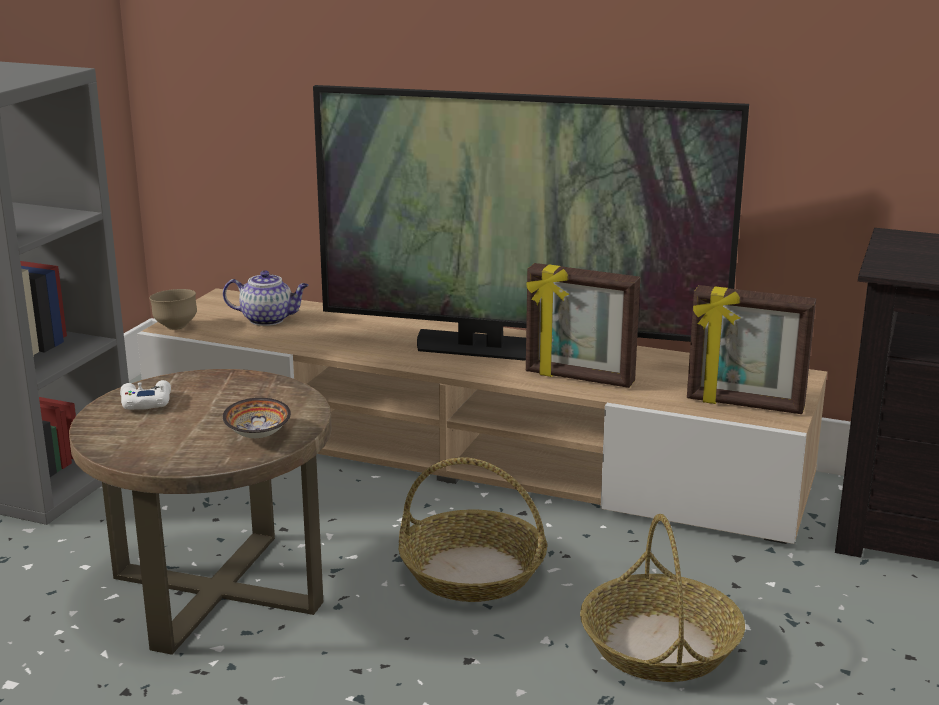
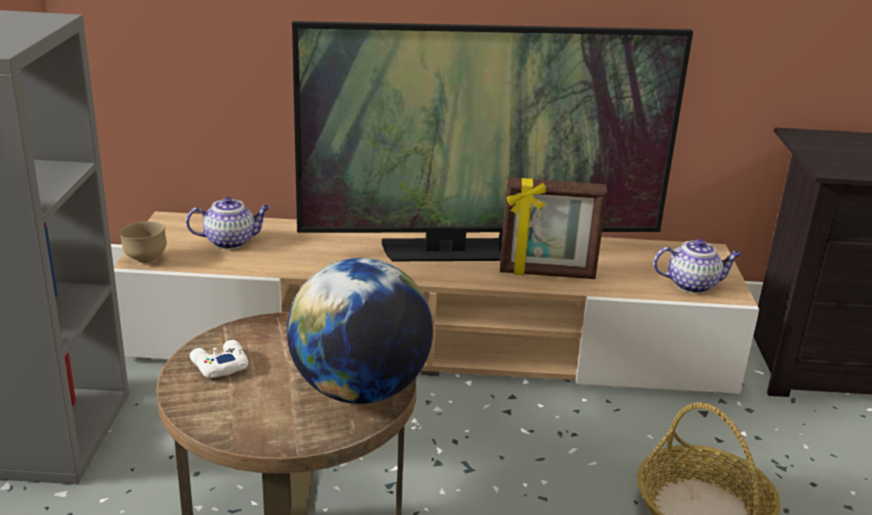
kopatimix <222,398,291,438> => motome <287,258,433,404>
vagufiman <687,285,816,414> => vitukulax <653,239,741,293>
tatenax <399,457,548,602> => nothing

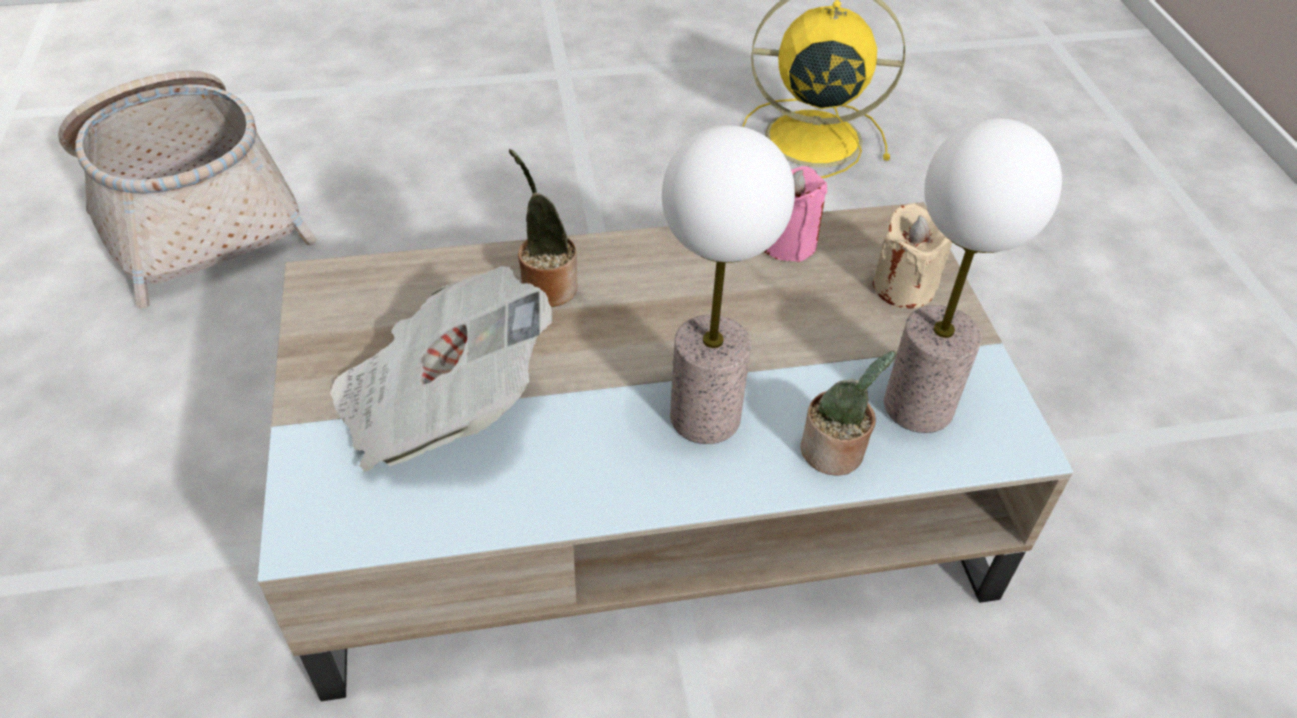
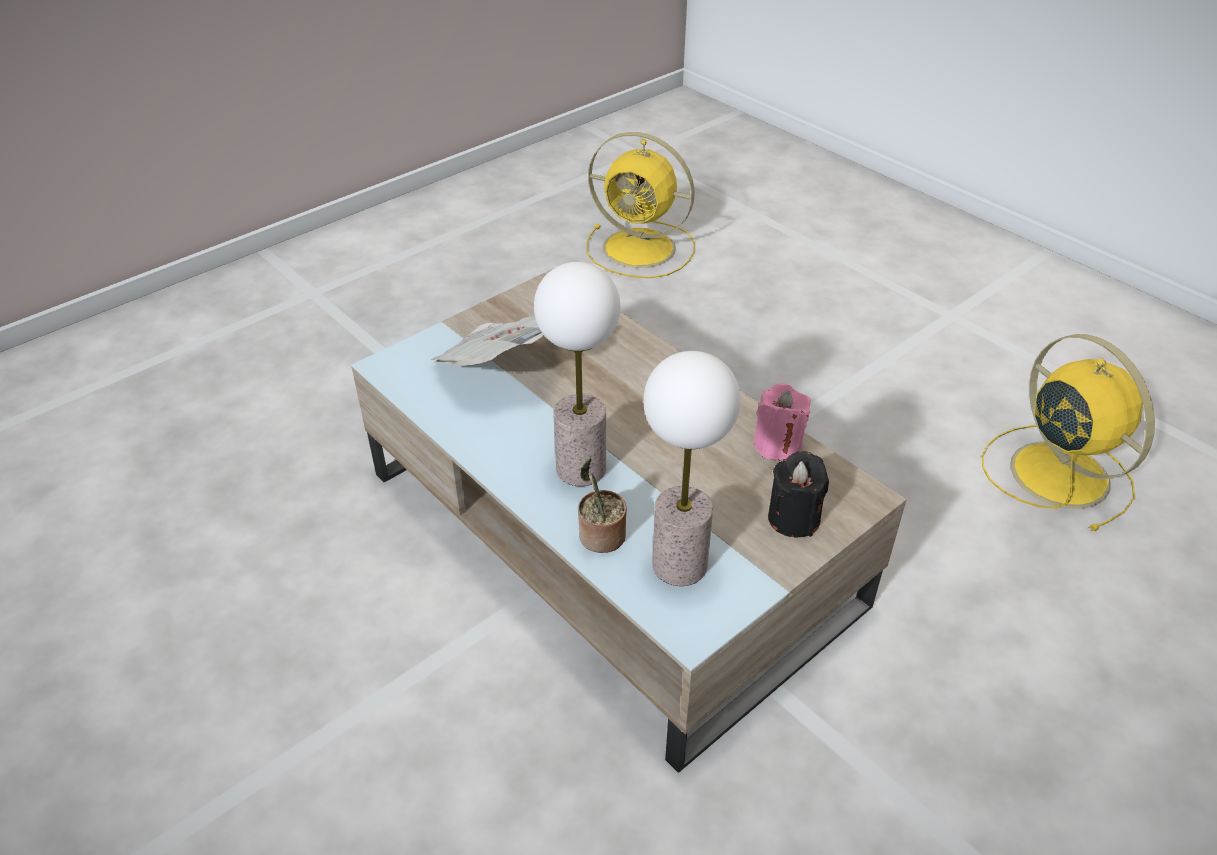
tatenax <58,71,317,308> => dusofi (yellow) <586,132,695,278>
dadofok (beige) <873,203,952,309> => dadofok (black) <768,451,829,537>
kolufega <509,149,578,307> => nothing

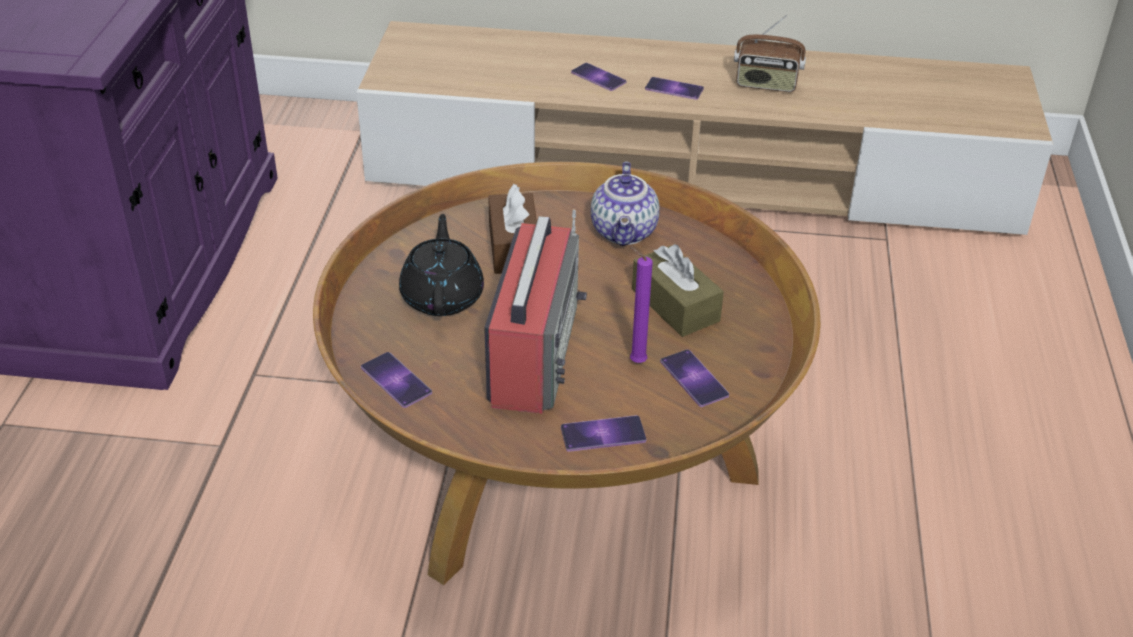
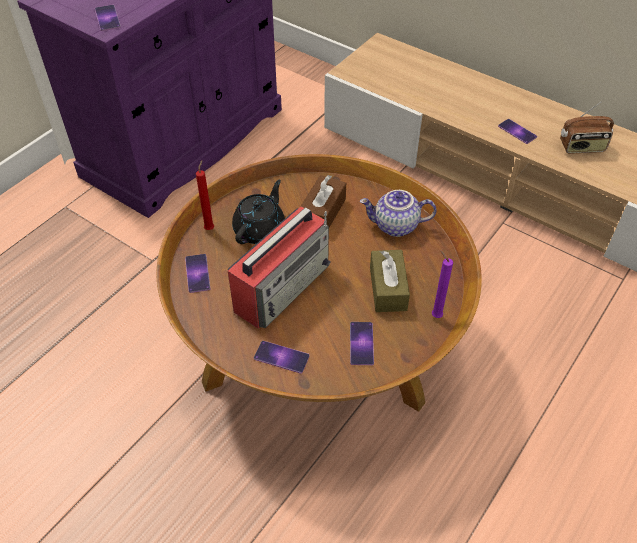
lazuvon <571,63,627,91> => lazuvon <95,5,121,31>, relocated
nothing => dadofok (red) <196,160,214,230>
vitukulax <591,161,660,246> => vitukulax <360,190,437,237>, 60 degrees clockwise
dadofok (purple) <630,247,653,363> => dadofok (purple) <432,250,453,318>, relocated
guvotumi <734,15,806,92> => guvotumi <560,101,614,154>, 45 degrees counterclockwise

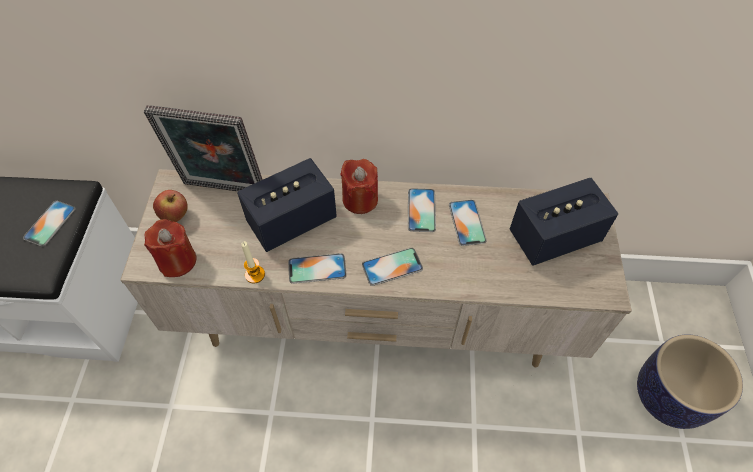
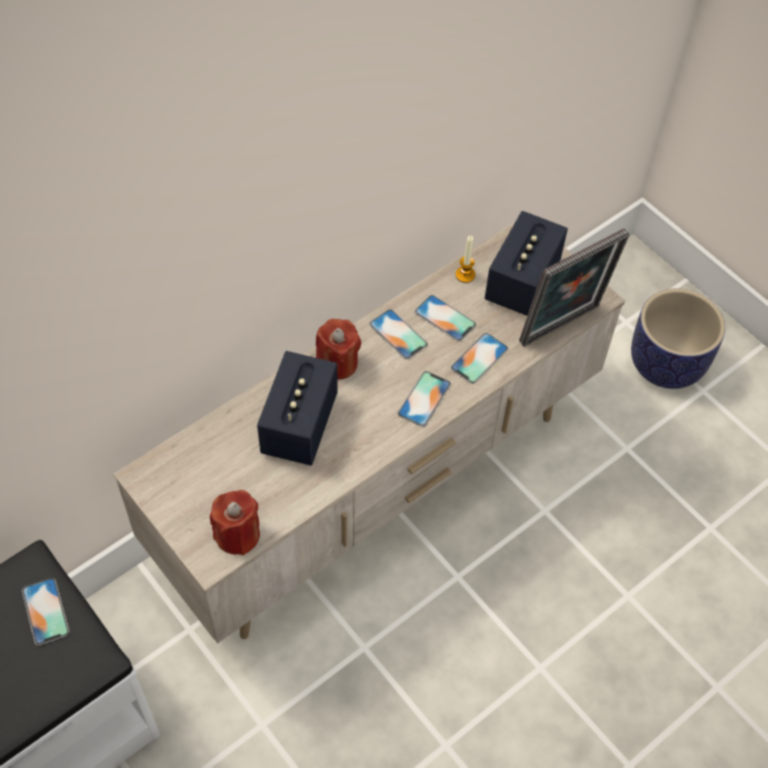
lazuvon <288,253,347,284> => lazuvon <450,333,508,384>, relocated
dadofok <241,241,265,283> => dadofok <456,236,475,283>, relocated
vagufiman <144,105,263,191> => vagufiman <519,228,630,347>, relocated
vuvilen <153,190,188,222> => nothing

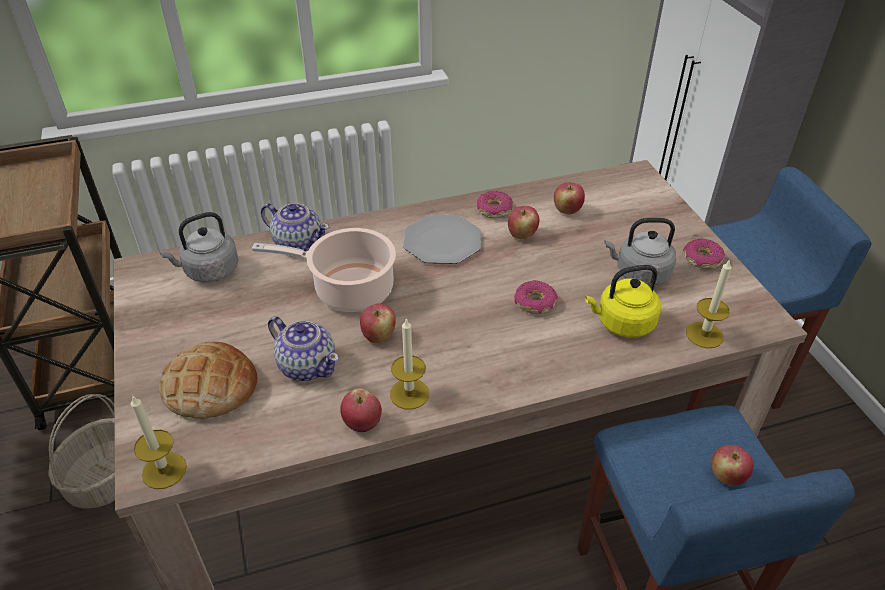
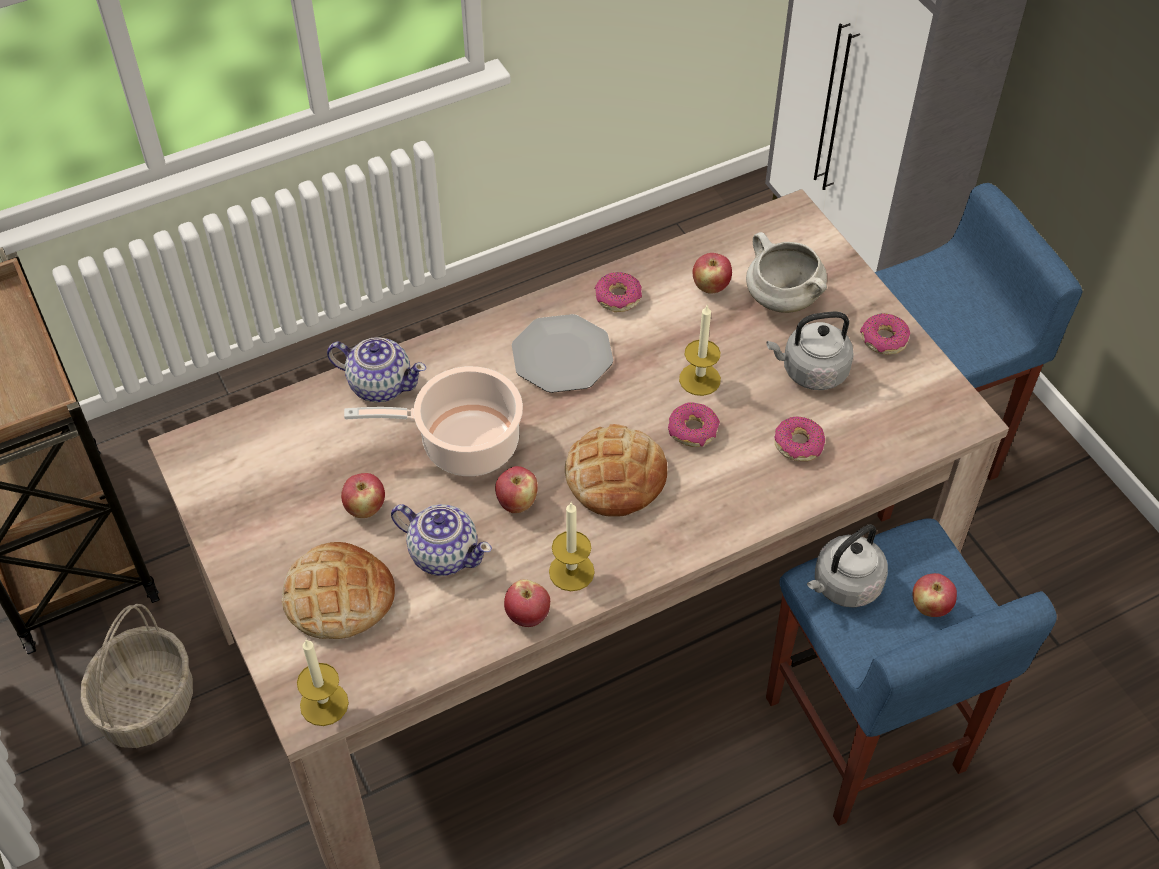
vuvilen <508,206,539,239> => vuvilen <341,473,385,518>, relocated
nothing => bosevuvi <565,424,667,517>
dadofok <686,259,731,348> => dadofok <679,304,721,396>, relocated
nothing => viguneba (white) <746,232,827,313>
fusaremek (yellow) <585,265,661,338> => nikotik <775,416,825,461>
fusaremek (grey) <160,212,239,282> => fusaremek (grey) <807,524,888,608>, relocated

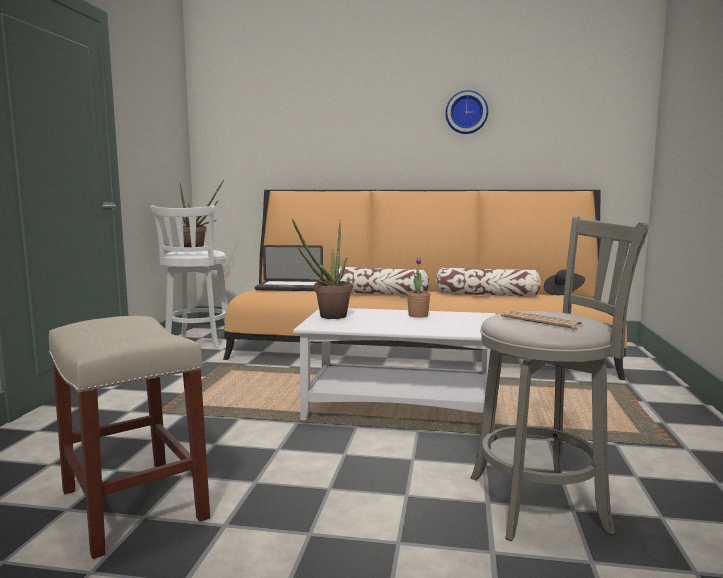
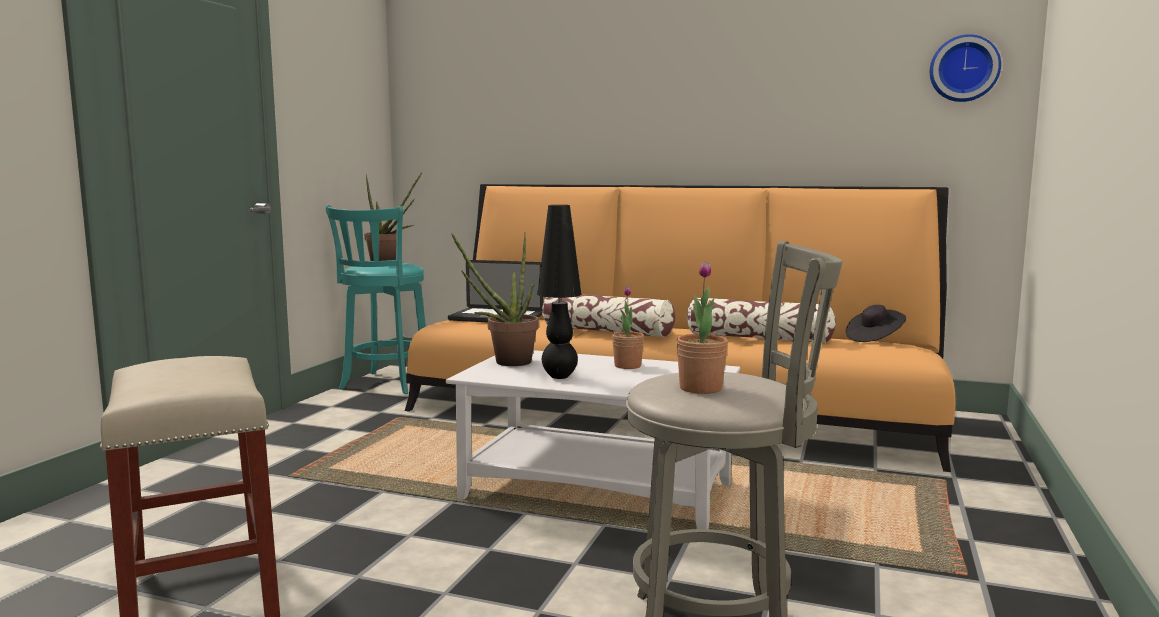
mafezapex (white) <150,205,228,348> => mafezapex (turquoise) <326,205,426,394>
nothing => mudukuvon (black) <537,205,582,379>
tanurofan <501,310,584,329> => kolufega <676,262,728,394>
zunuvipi <445,90,488,134> => zunuvipi <930,34,1001,102>, relocated

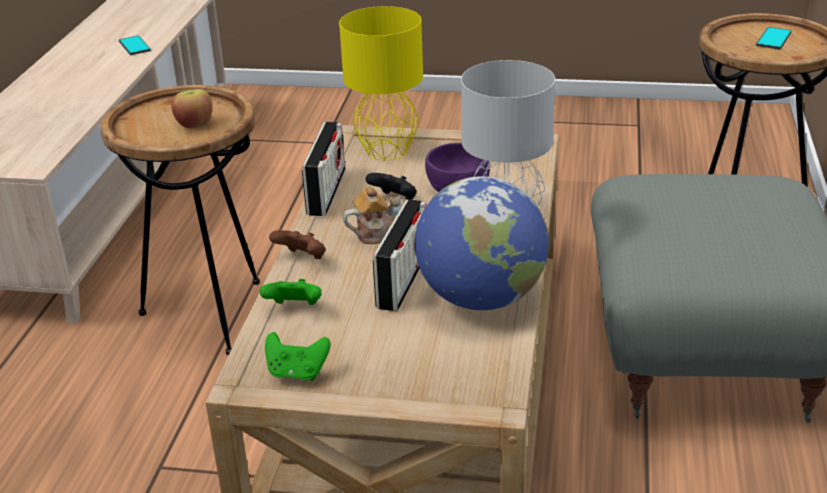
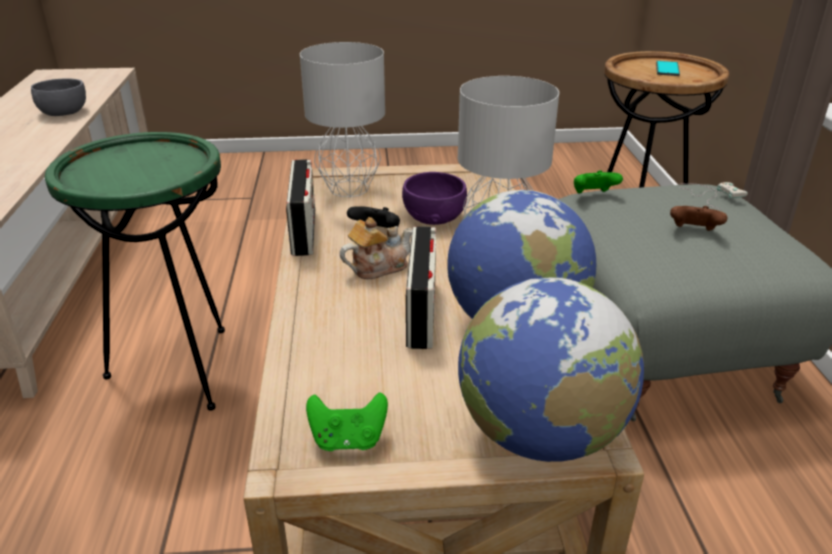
lazuvon <119,35,151,55> => kopatimix (grey) <31,78,86,116>
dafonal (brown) <100,85,260,355> => dafonal (green) <45,132,225,411>
mudukuvon (yellow) <339,6,423,161> => mudukuvon (grey) <300,42,385,197>
nothing => motome <458,278,644,462>
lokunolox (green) <260,279,322,305> => lokunolox (green) <574,170,623,193>, relocated
lokunolox (brown) <269,230,326,259> => lokunolox (brown) <670,206,728,231>, relocated
nothing => lokunolox (white) <677,182,748,209>
vuvilen <172,89,213,129> => nothing

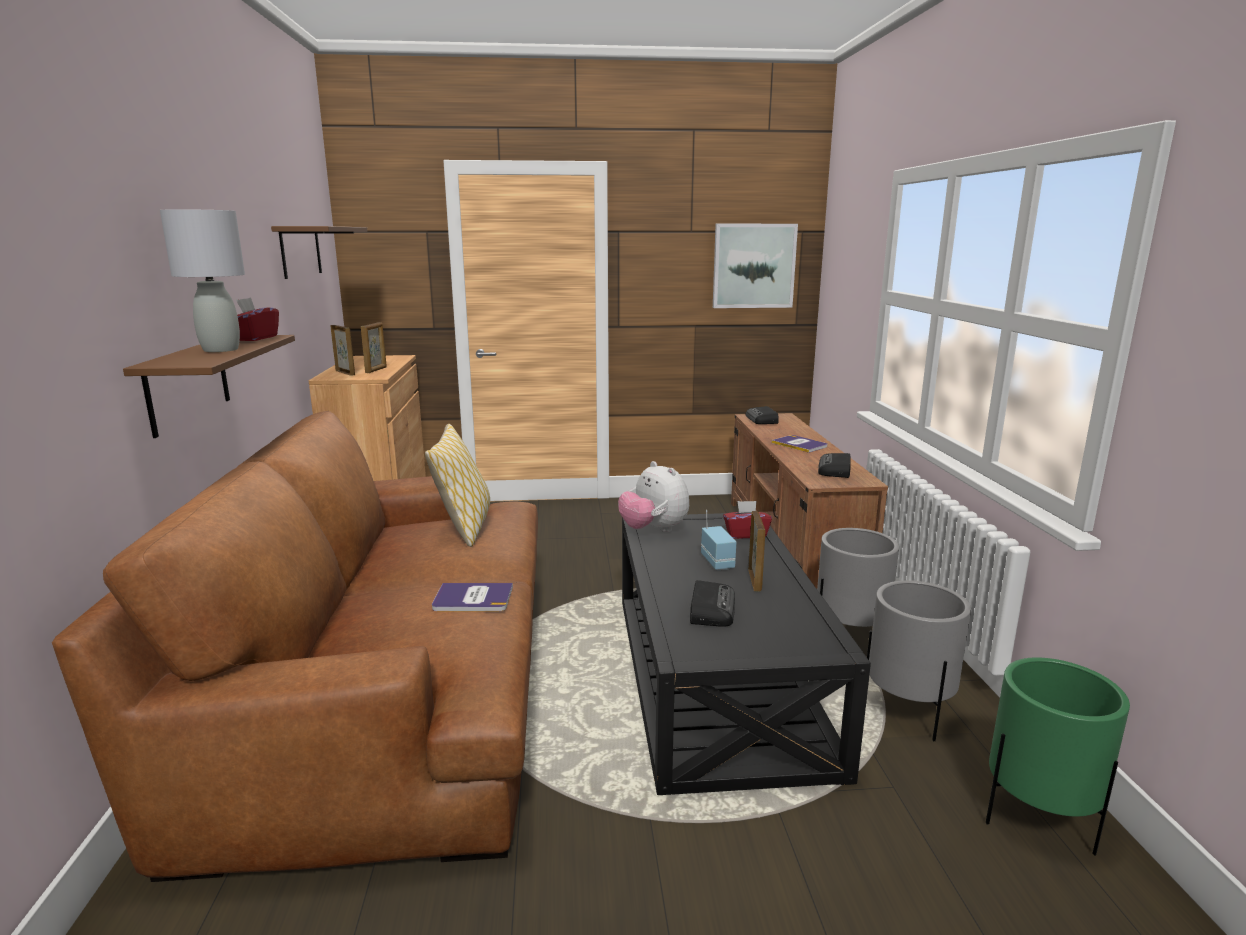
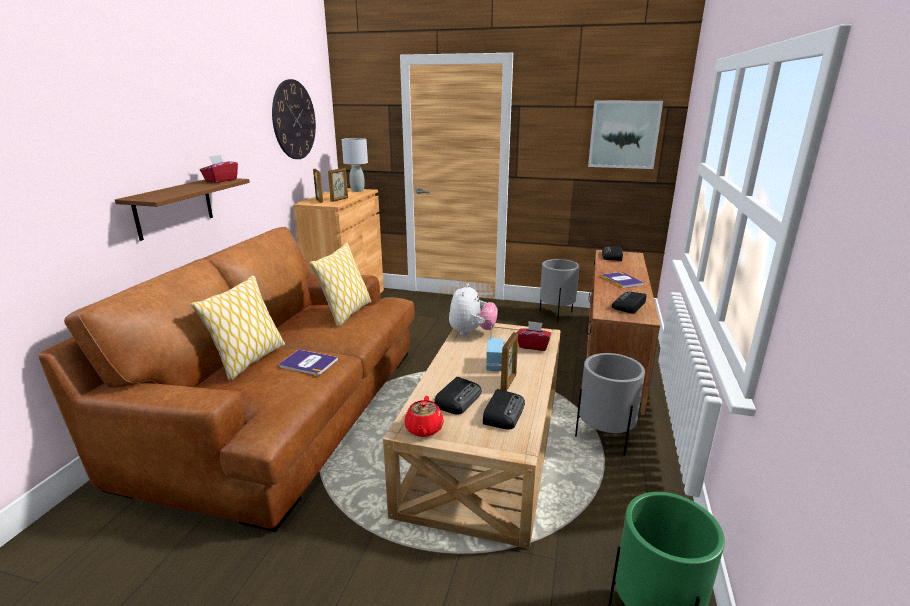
nothing => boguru <191,275,285,381>
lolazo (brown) <271,226,368,279> => zunuvipi <272,79,316,159>
mudukuvon (grey) <160,209,245,352> => mudukuvon (grey) <341,138,368,192>, relocated
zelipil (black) <622,513,871,795> => zelipil (beige) <383,323,560,549>
nothing => vitukulax (red) <404,396,444,437>
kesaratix <618,461,689,532> => kesaratix <449,283,498,336>, 150 degrees counterclockwise
nothing => guvotumi <483,389,525,429>
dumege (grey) <867,580,971,741> => dumege (grey) <540,259,579,323>, relocated

